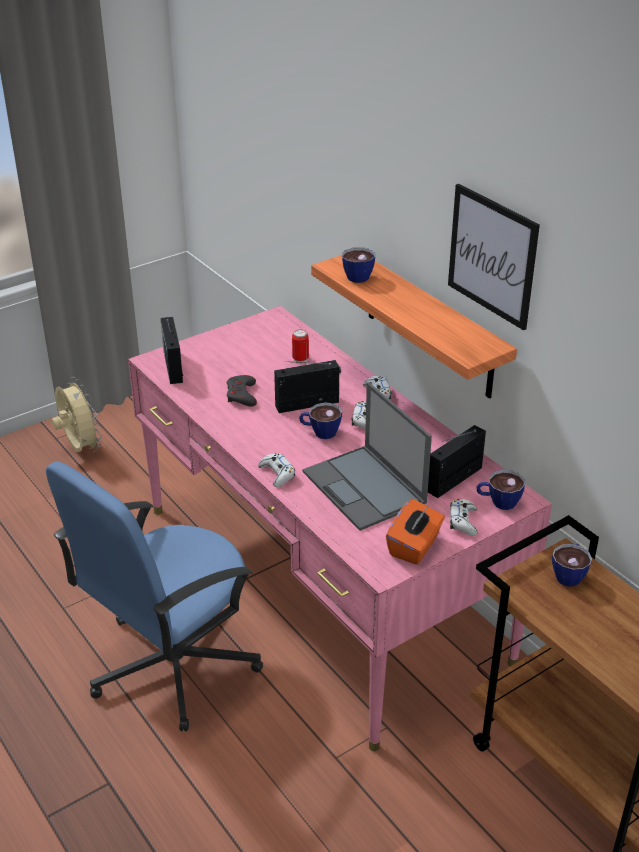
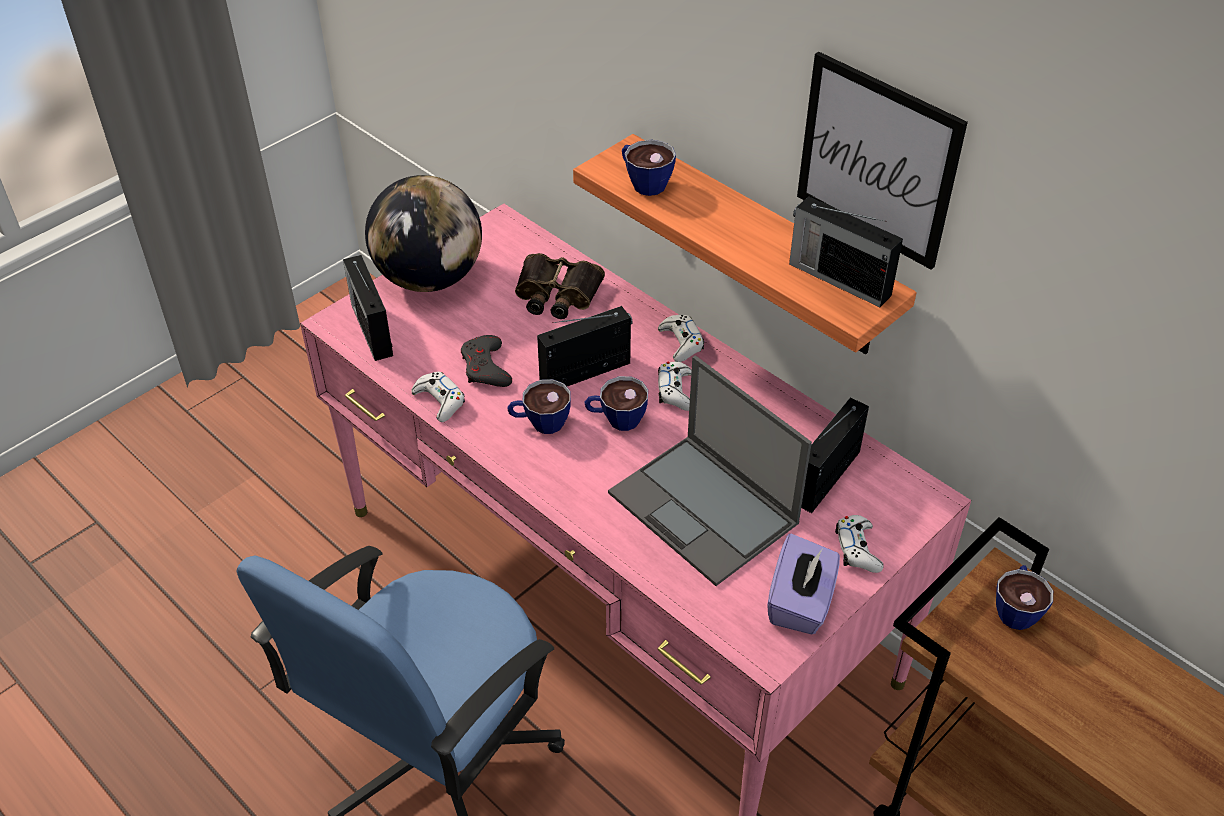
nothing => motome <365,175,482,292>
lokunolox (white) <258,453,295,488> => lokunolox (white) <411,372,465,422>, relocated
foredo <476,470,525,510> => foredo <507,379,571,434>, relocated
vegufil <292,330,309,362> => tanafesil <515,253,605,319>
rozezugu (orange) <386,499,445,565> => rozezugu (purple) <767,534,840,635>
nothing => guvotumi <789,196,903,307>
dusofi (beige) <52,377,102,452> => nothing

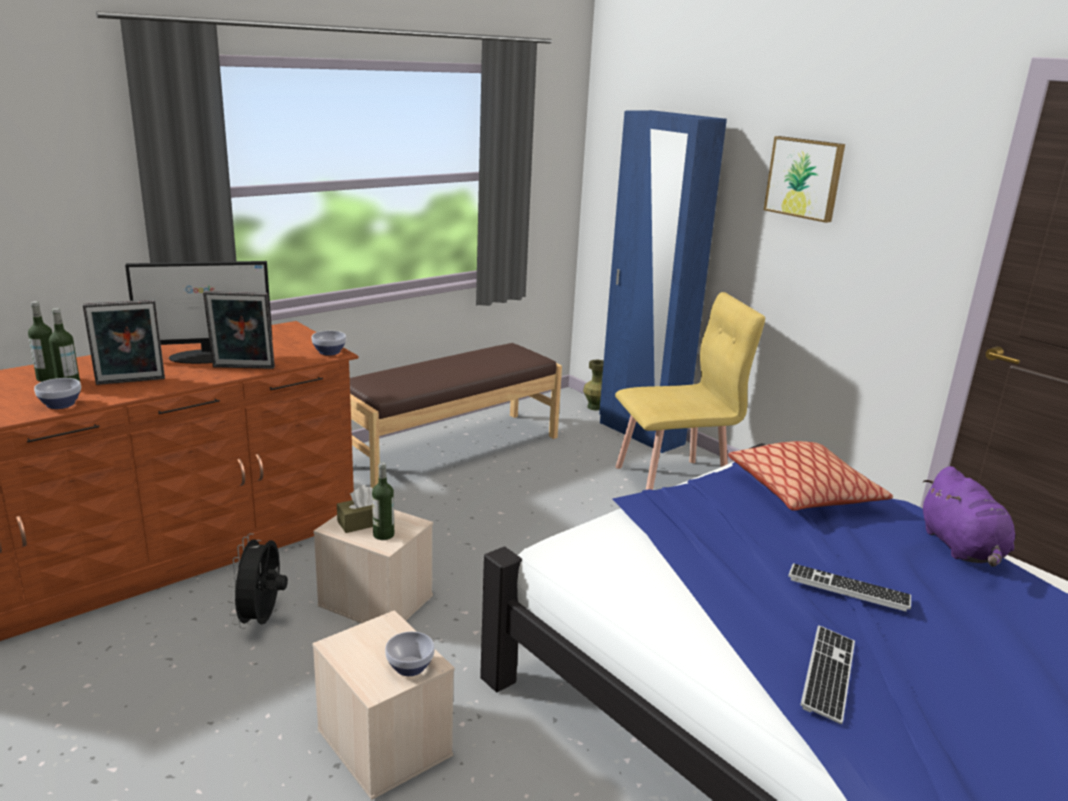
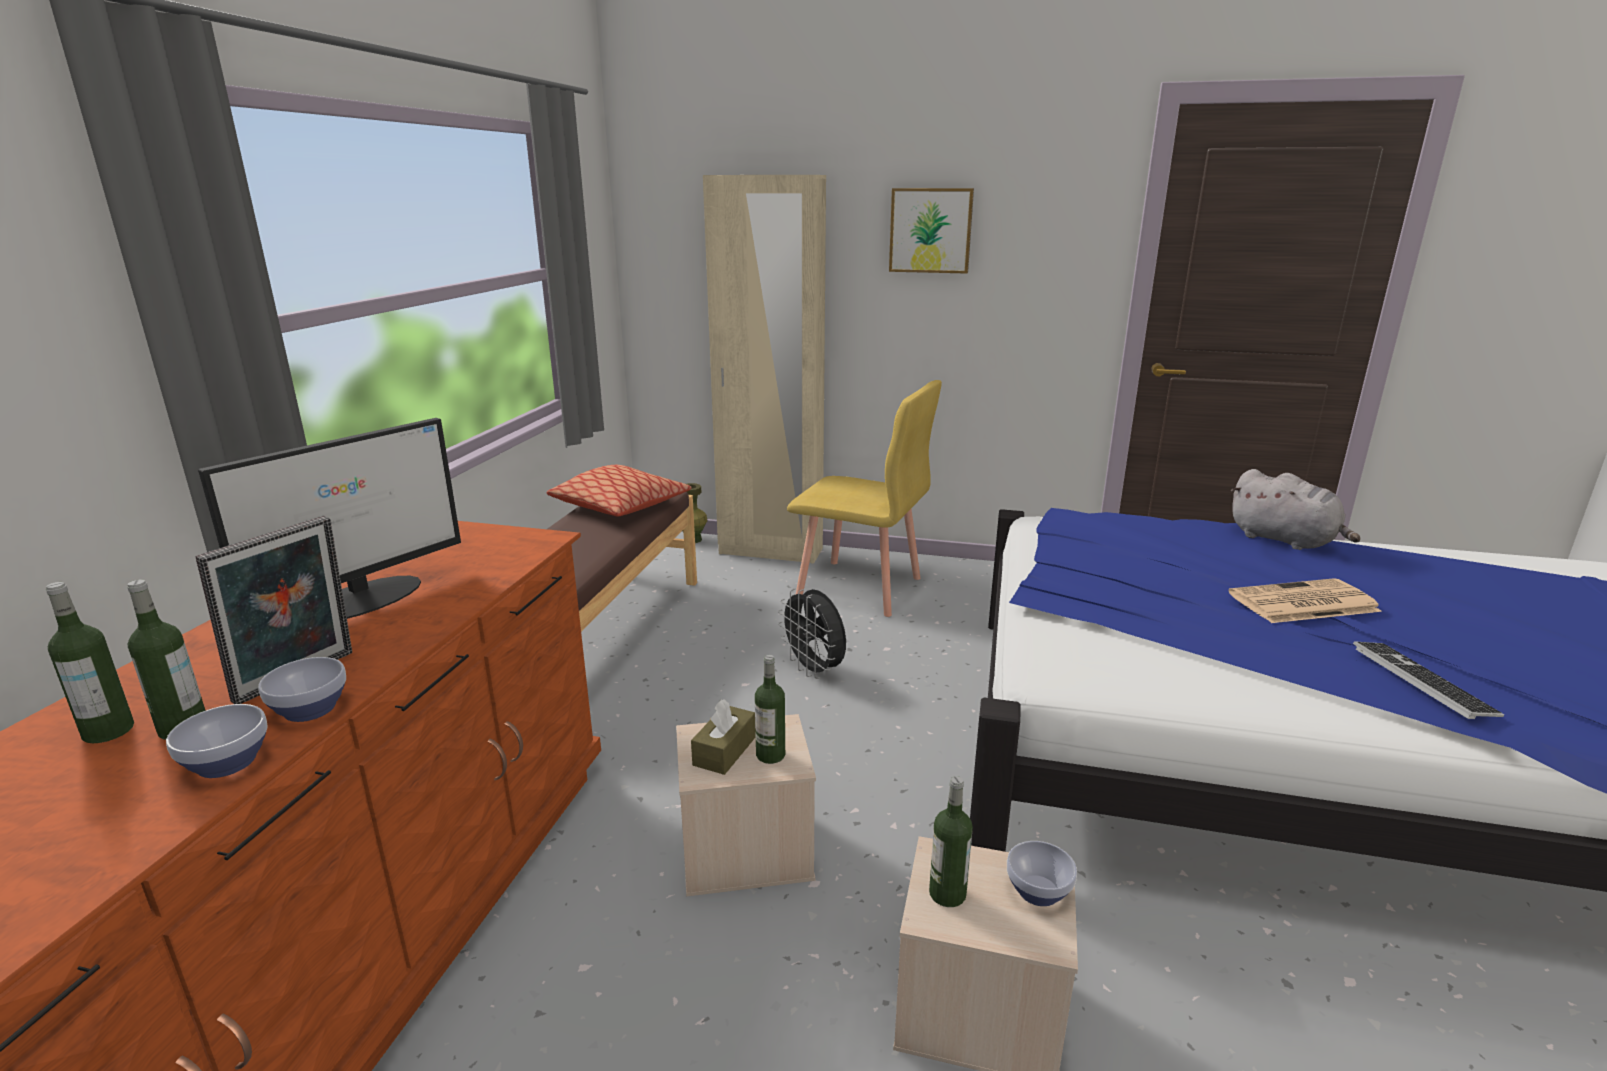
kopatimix <312,331,346,356> => kopatimix <258,657,346,722>, relocated
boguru <728,441,893,511> => boguru <547,465,692,516>, relocated
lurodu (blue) <599,110,727,453> => lurodu (beige) <703,175,826,564>
dusofi (black) <228,533,288,629> => dusofi (black) <778,589,846,679>, relocated
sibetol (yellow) <615,292,765,490> => sibetol (yellow) <787,380,942,617>, 75 degrees clockwise
nothing => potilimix <929,776,973,907>
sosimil <788,563,911,612> => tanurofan <1228,578,1382,623>
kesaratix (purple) <923,466,1015,566> => kesaratix (grey) <1231,469,1360,550>
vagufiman <203,291,275,369> => nothing

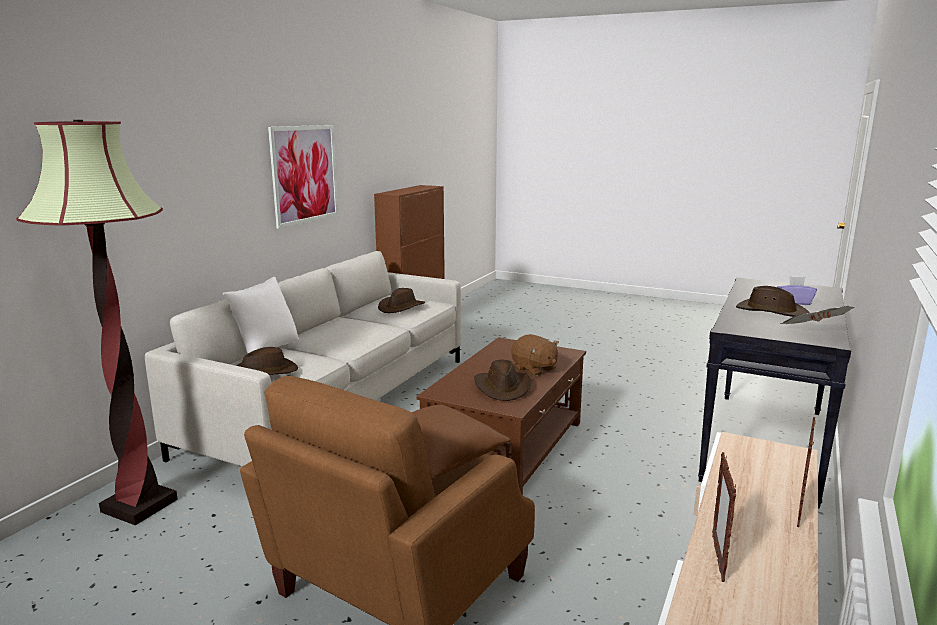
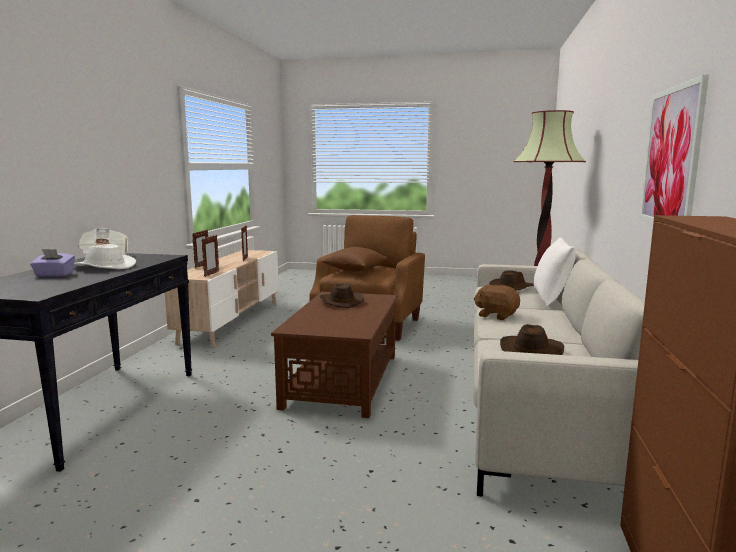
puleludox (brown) <736,286,809,317> => puleludox (white) <74,244,136,269>
nothing => vagufiman <201,235,219,277>
kesaratix (brown) <511,334,559,376> => kesaratix (brown) <474,285,520,320>, relocated

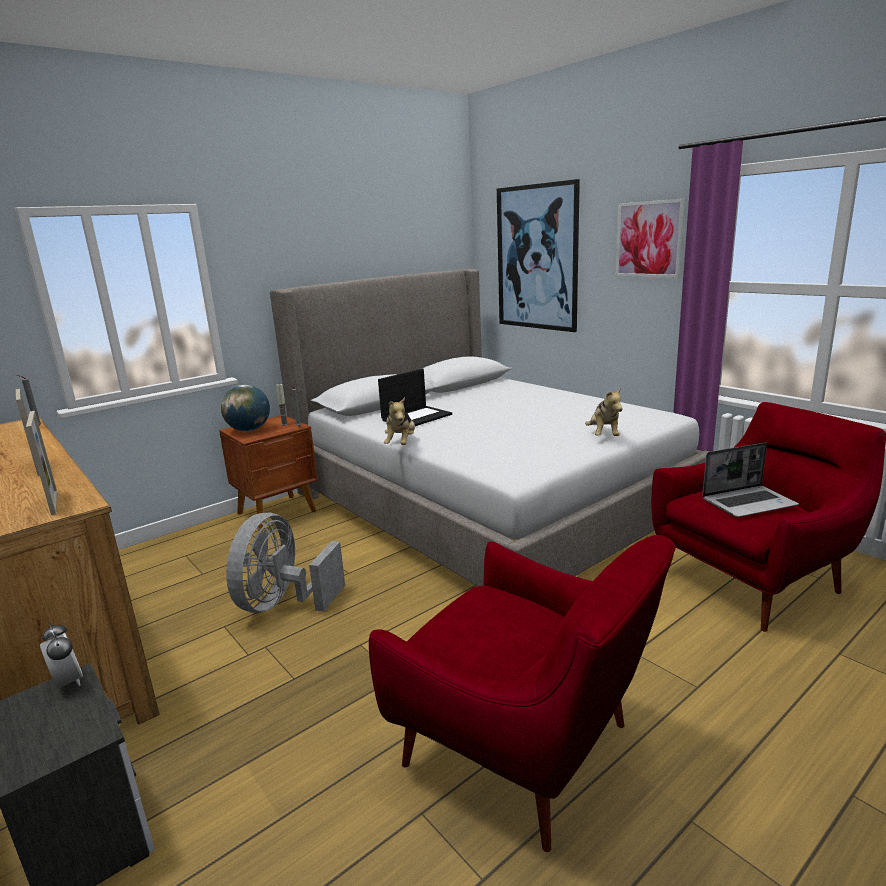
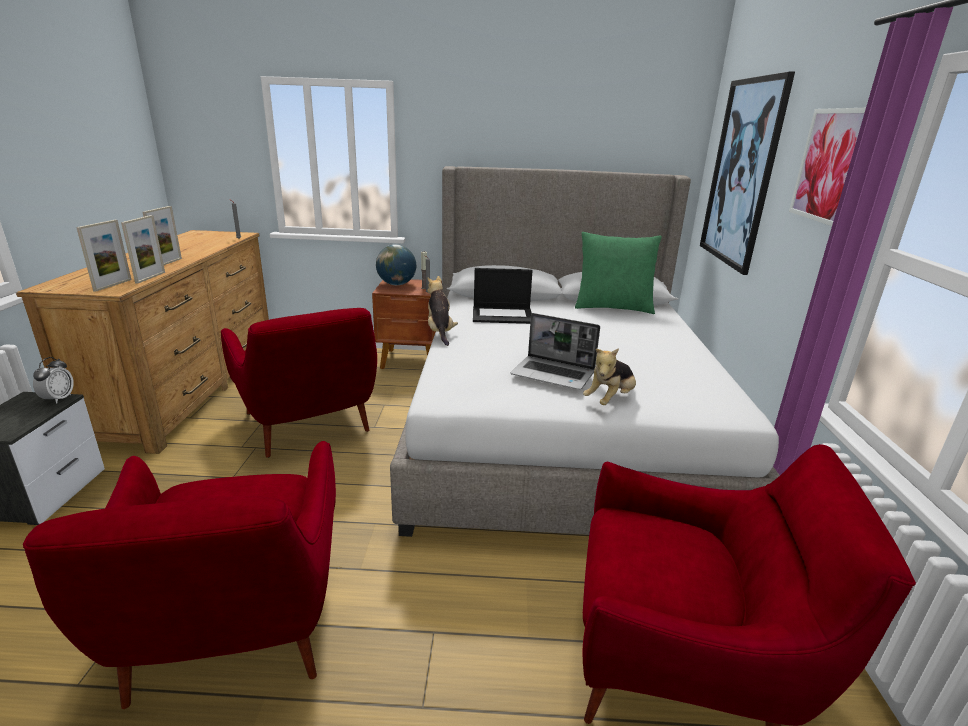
nothing => vagufiman <121,215,165,284>
dusofi (grey) <226,513,345,613> => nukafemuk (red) <221,308,377,458>
kesaratix <384,397,415,445> => kesaratix <427,276,458,346>, 120 degrees clockwise
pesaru <702,442,799,517> => pesaru <511,313,600,390>, relocated
nothing => boguru (green) <575,232,662,314>

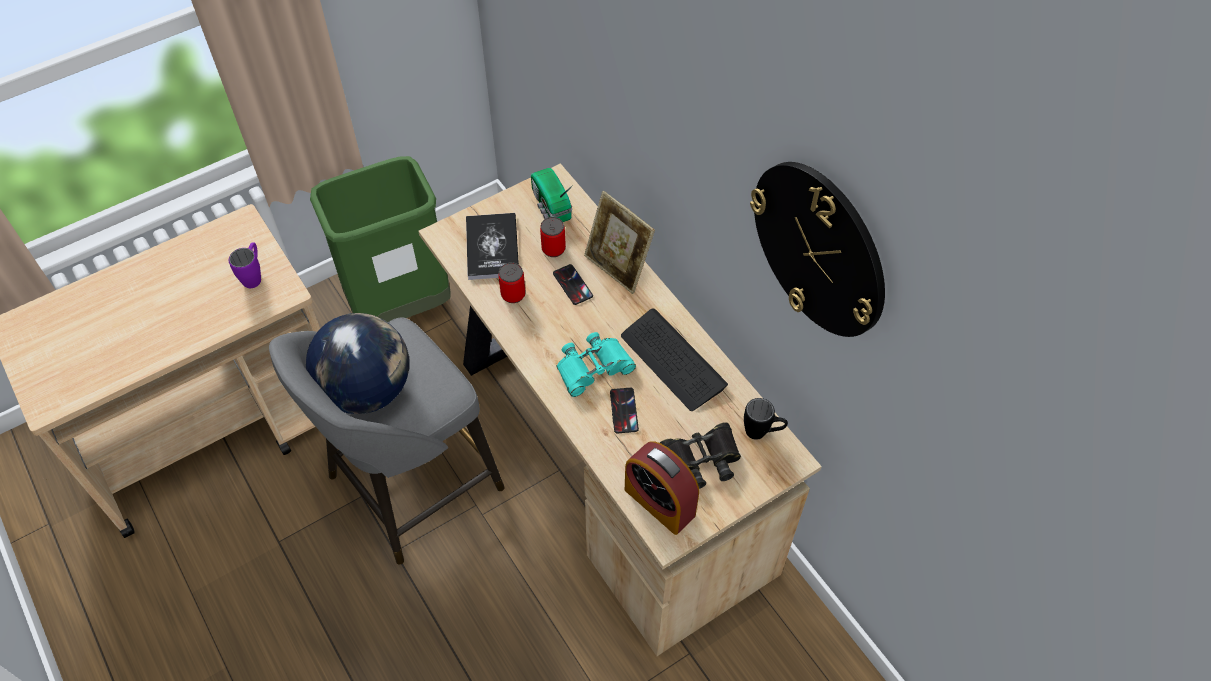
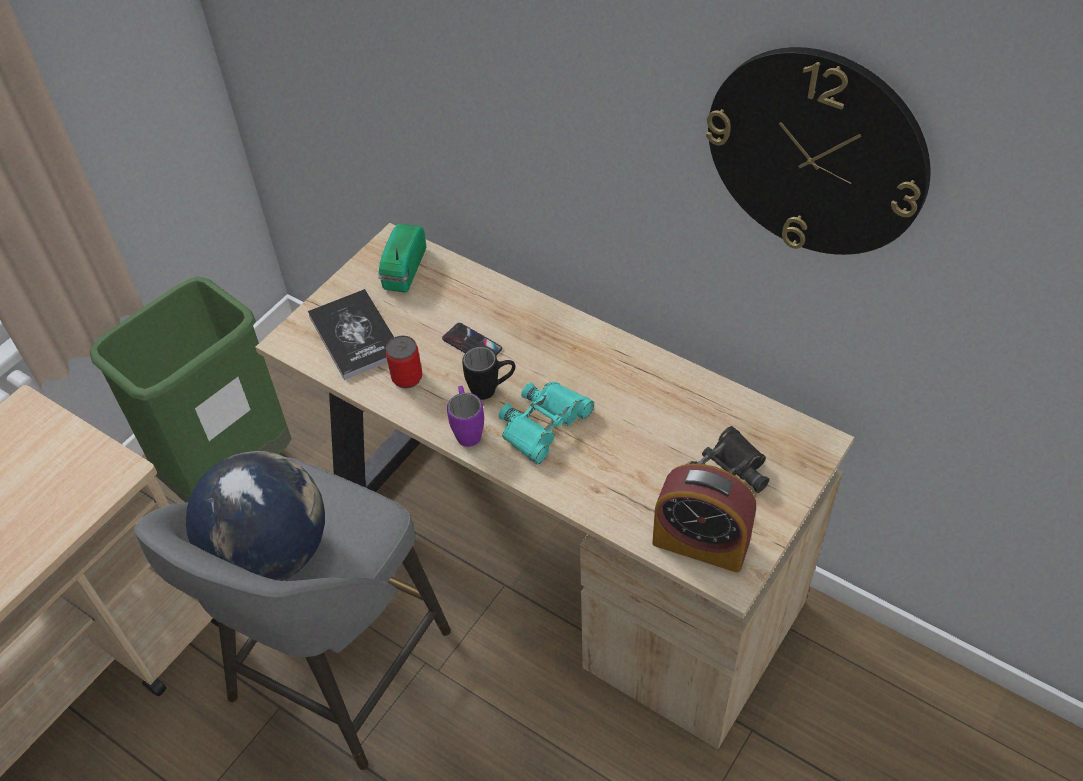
guvotumi <531,168,573,222> => guvotumi <378,224,426,293>, 60 degrees clockwise
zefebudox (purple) <229,242,261,288> => zefebudox (purple) <447,386,484,447>, relocated
zefebudox (black) <744,398,788,440> => zefebudox (black) <462,347,515,400>, relocated
vegufil <540,217,566,257> => nothing
vagufiman <584,191,655,294> => nothing
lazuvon <610,388,639,433> => nothing
sosimil <621,309,728,411> => nothing

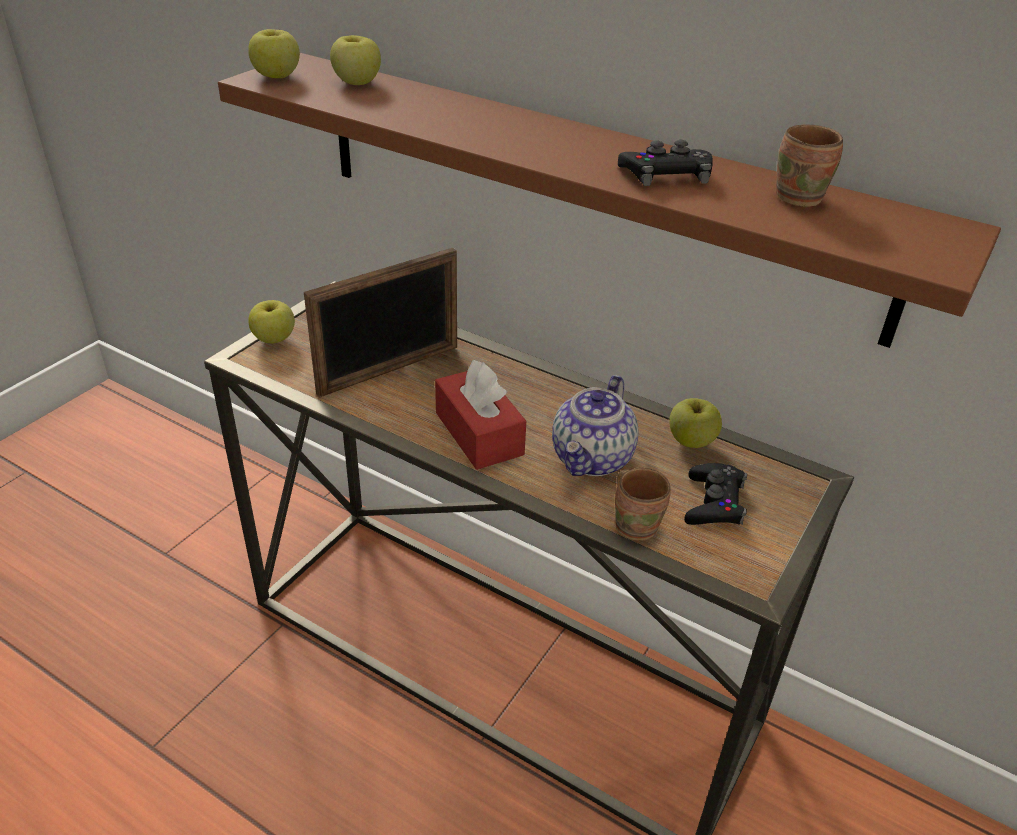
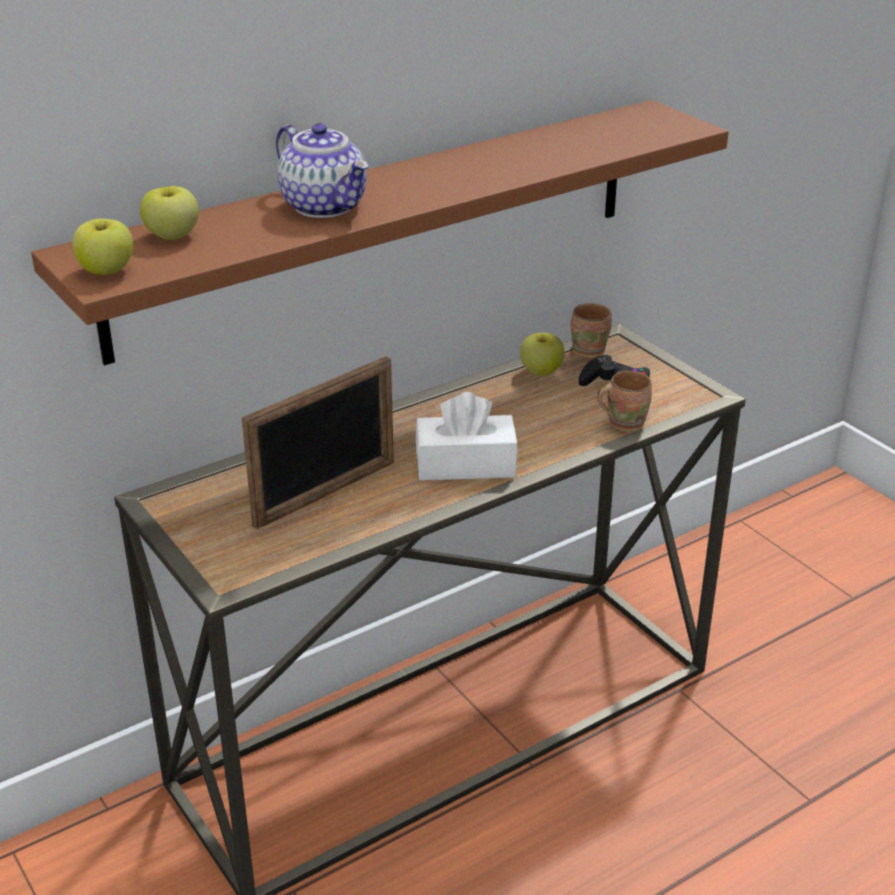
vagufiman <304,248,457,398> => vagufiman <242,356,394,530>, 60 degrees clockwise
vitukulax <552,375,638,476> => vitukulax <276,123,369,218>, relocated
rozezugu (red) <435,360,526,470> => rozezugu (white) <416,392,518,481>
zefebudox (brown) <776,124,843,207> => zefebudox (brown) <571,303,612,358>, relocated
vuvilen <248,300,295,343> => nothing
lokunolox (black) <618,140,713,186> => nothing

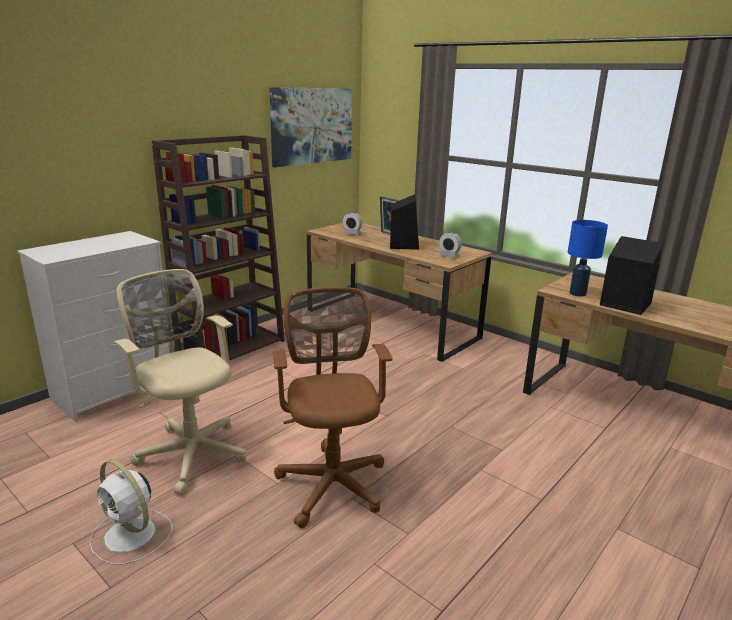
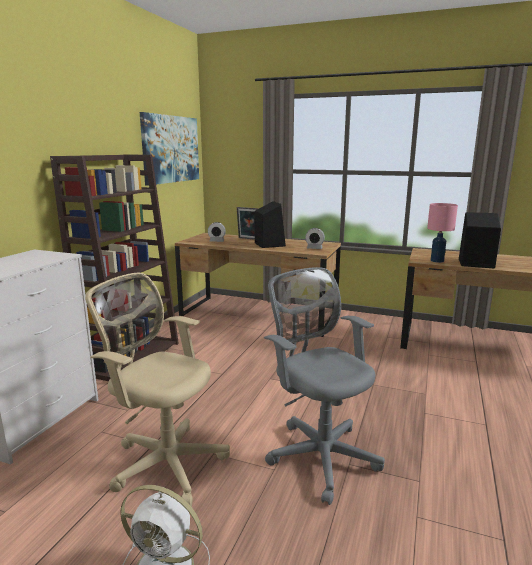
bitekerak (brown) <272,287,393,528> => bitekerak (grey) <264,267,385,505>
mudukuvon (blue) <568,220,608,297> => mudukuvon (pink) <427,203,458,263>

